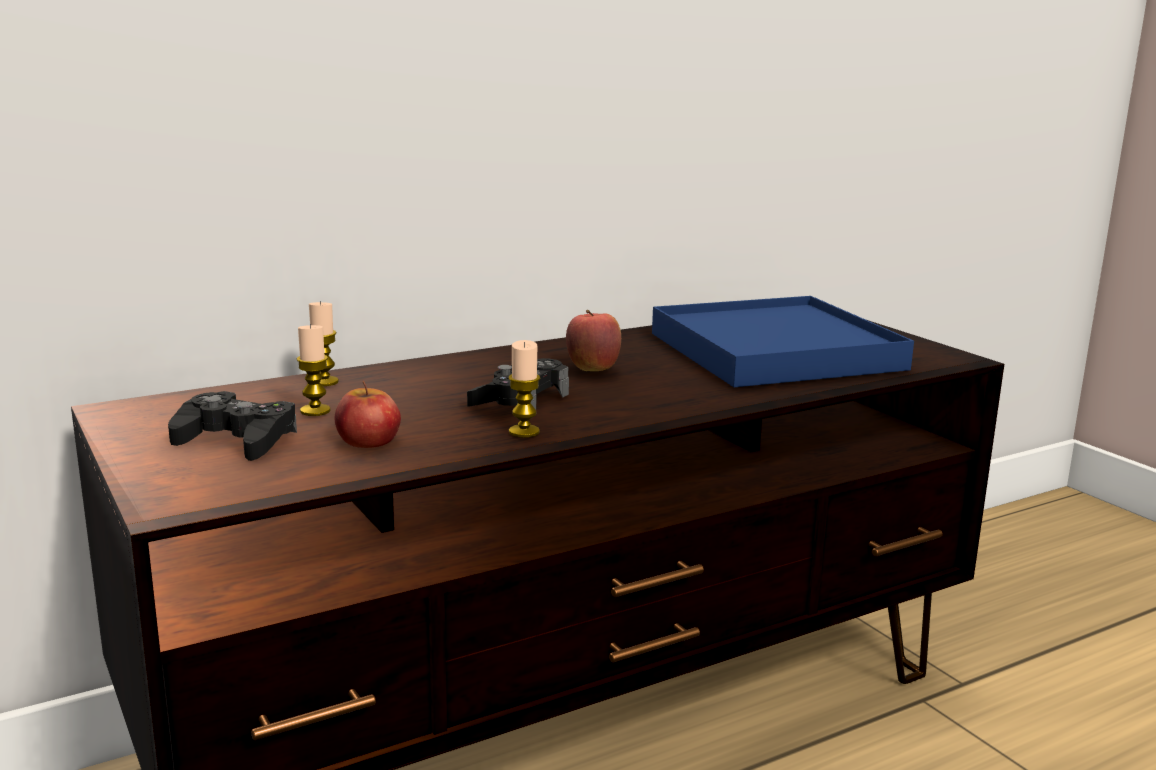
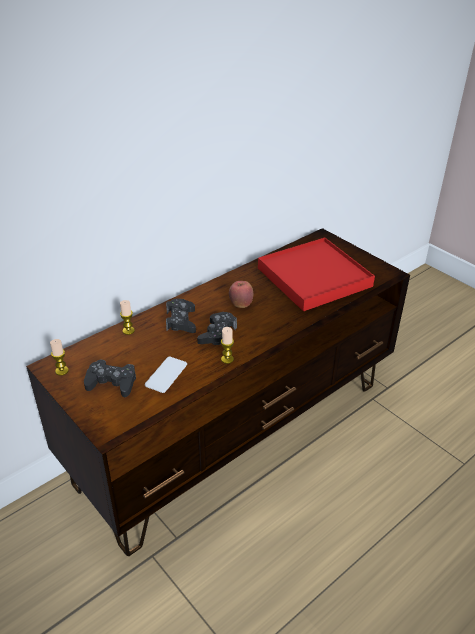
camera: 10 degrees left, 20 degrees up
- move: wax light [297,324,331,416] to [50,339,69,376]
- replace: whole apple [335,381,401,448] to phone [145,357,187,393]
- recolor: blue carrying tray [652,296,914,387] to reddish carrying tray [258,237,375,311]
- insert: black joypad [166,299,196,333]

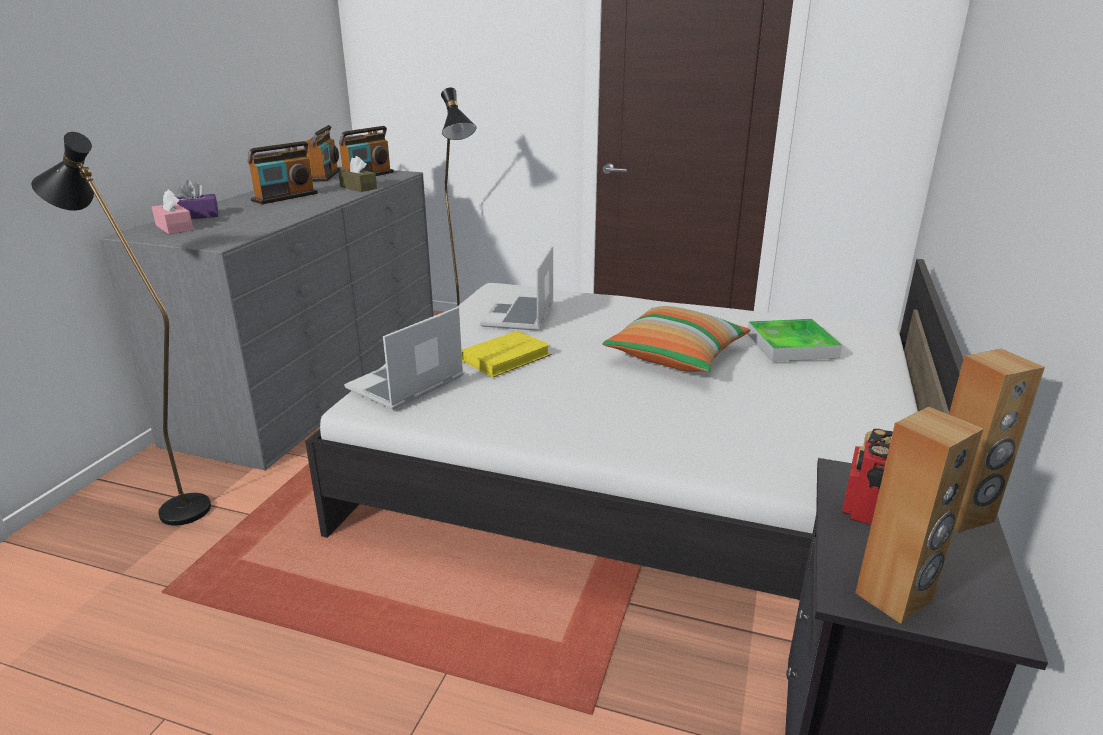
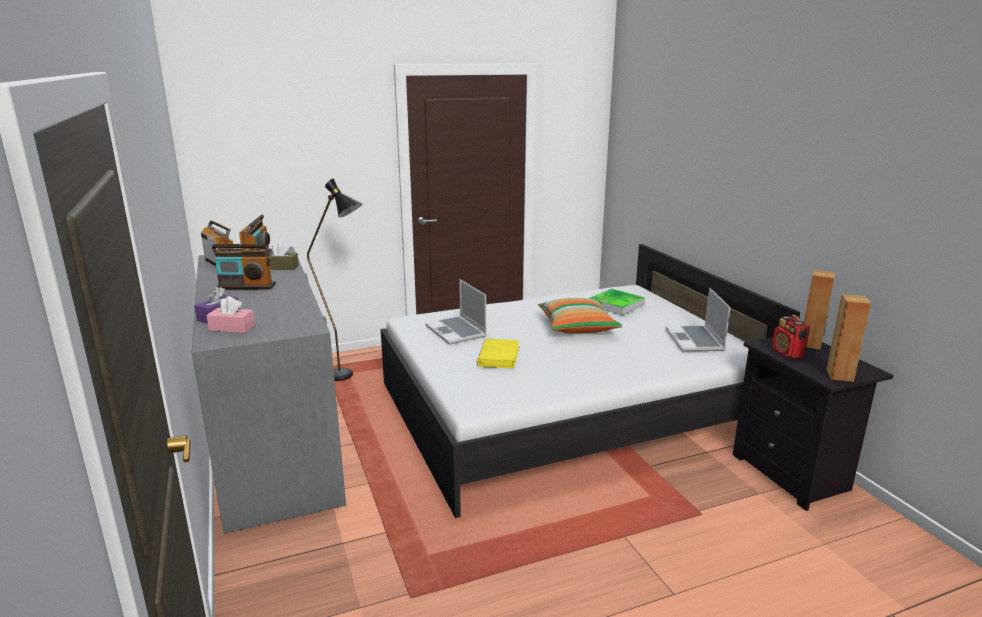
camera: 40 degrees left, 5 degrees down
- delete: black standard lamp [31,132,211,526]
- rotate: radio receiver [248,141,318,204] = [212,244,276,289] 90 degrees clockwise
- move: portable computer [344,307,464,410] to [665,288,731,351]

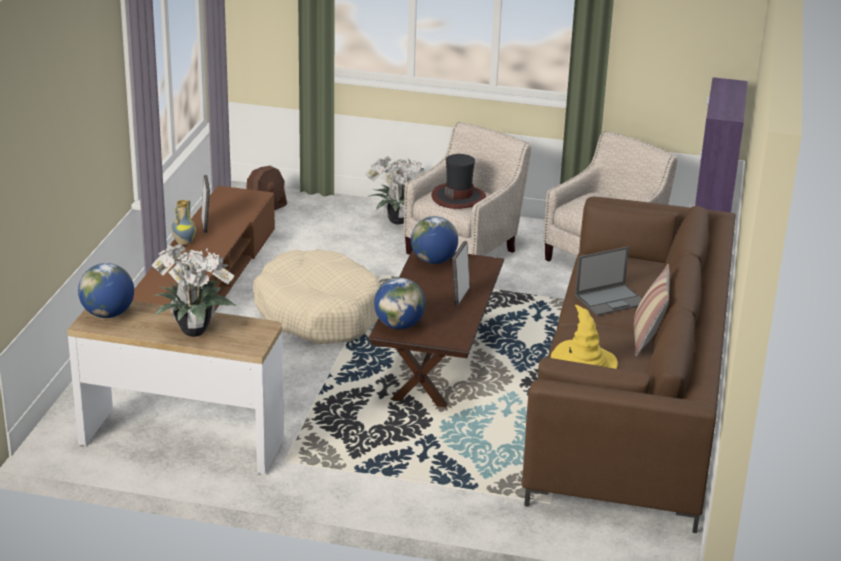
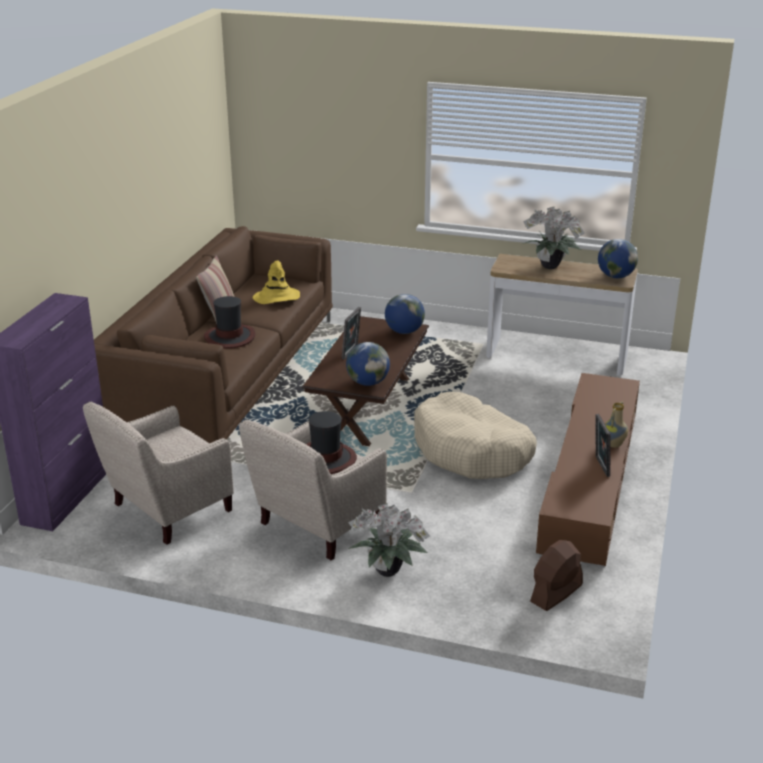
camera: 175 degrees left, 0 degrees up
- replace: portable computer [575,246,642,316] to hat [204,296,255,349]

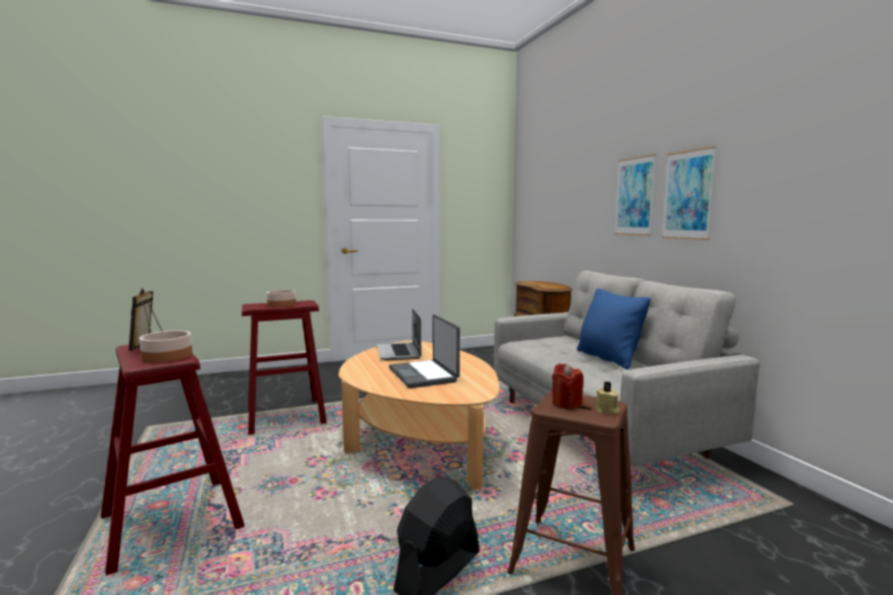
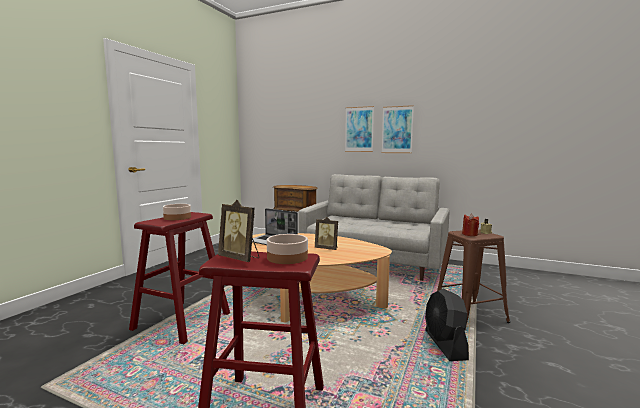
camera: 45 degrees left, 0 degrees up
- replace: portable computer [389,315,460,388] to standing frame [315,217,338,250]
- delete: blue throw pillow [577,289,651,369]

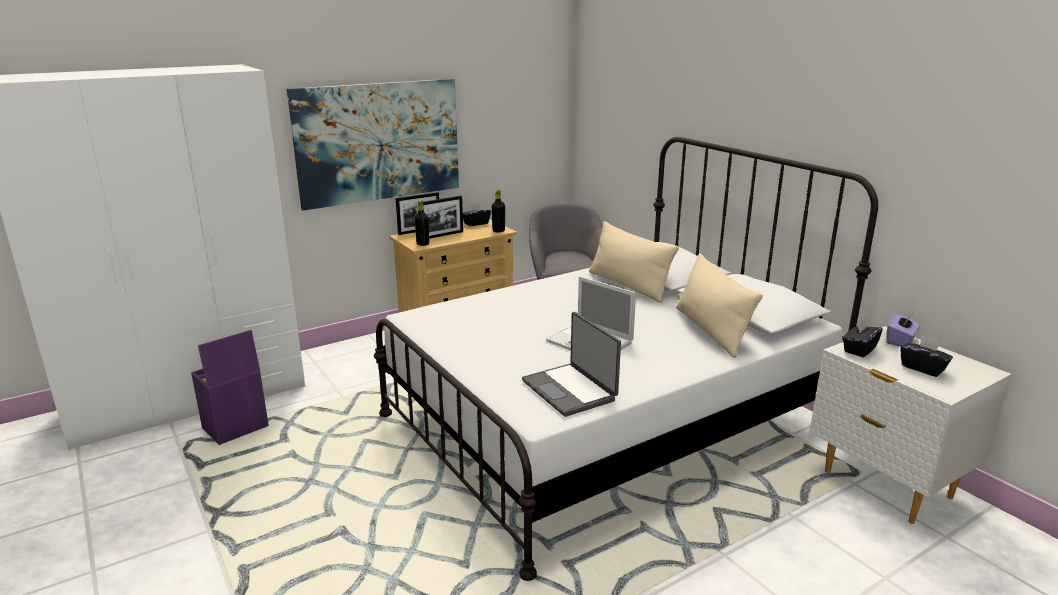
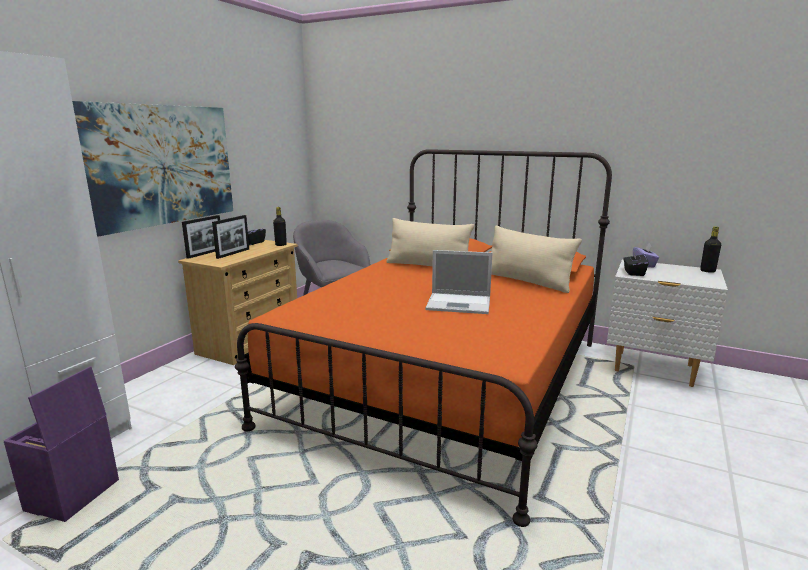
camera: 30 degrees left, 5 degrees down
- recolor: white-coloured sleeping bed [374,137,878,581] to orange-coloured sleeping bed [235,149,612,527]
- move: black drink bottle [415,200,429,246] to [700,226,721,273]
- delete: portable computer [522,312,621,417]
- delete: black box of tissues [900,335,953,377]

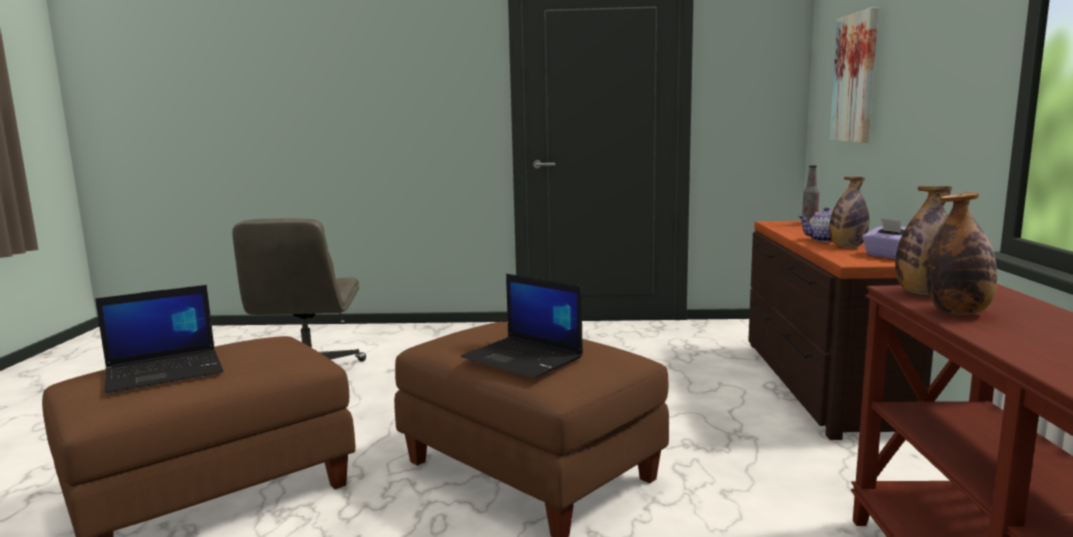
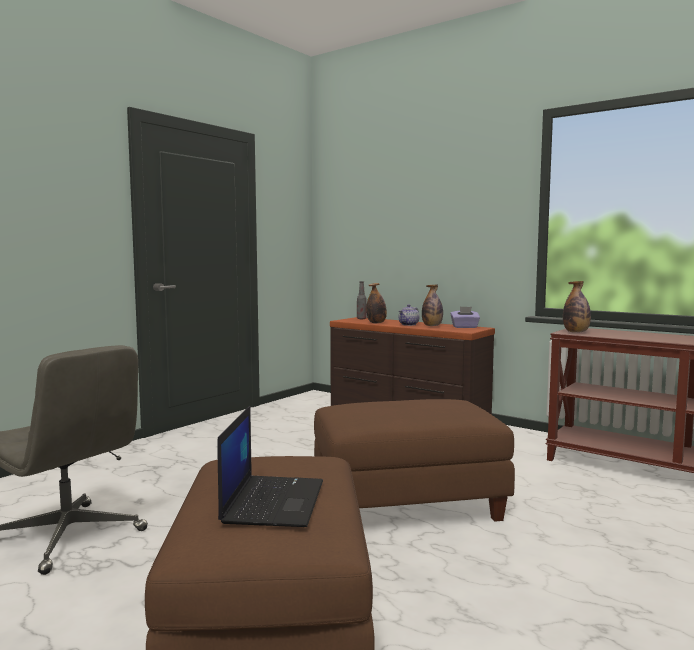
camera: 55 degrees left, 5 degrees down
- delete: portable computer [461,274,583,378]
- delete: wall picture [830,7,879,143]
- move: drink bottle [926,192,997,315] to [366,283,387,323]

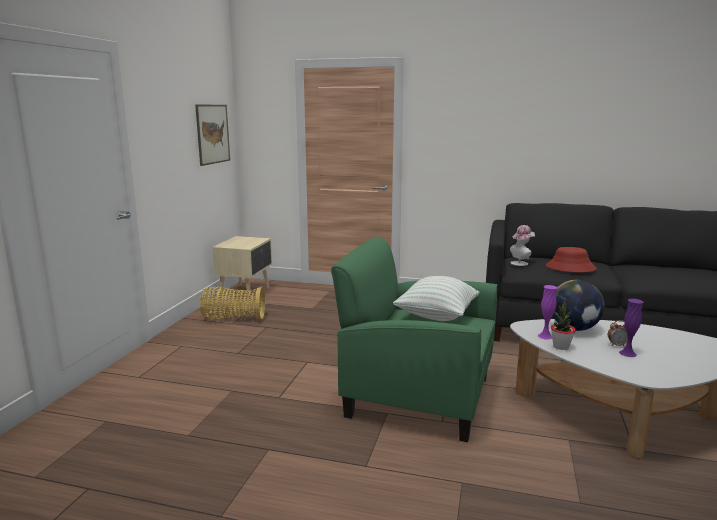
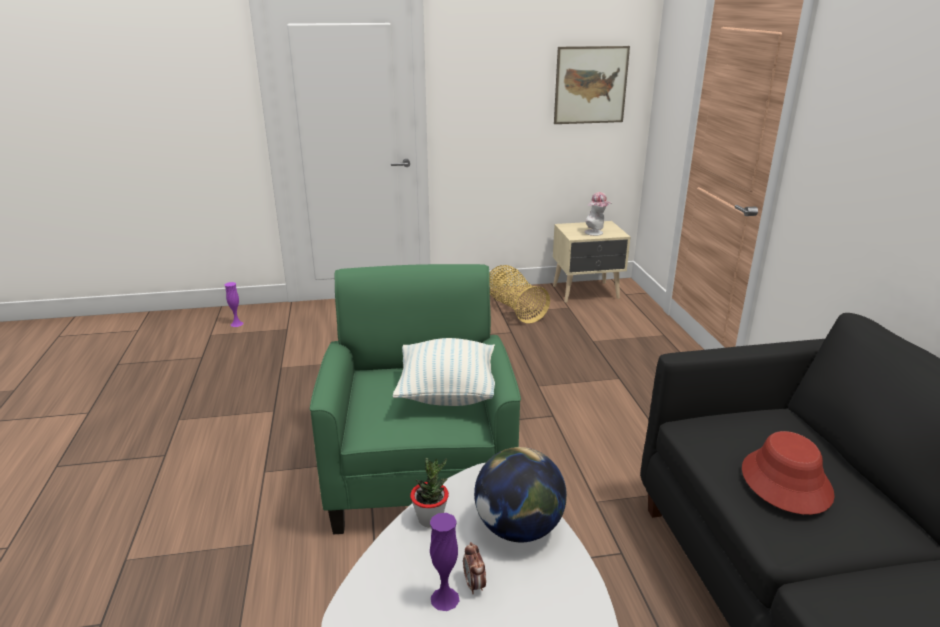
camera: 65 degrees right, 10 degrees up
- move: hat [510,225,535,266] to [584,192,612,236]
- move: purple-coloured flower vase [538,285,557,340] to [225,282,243,327]

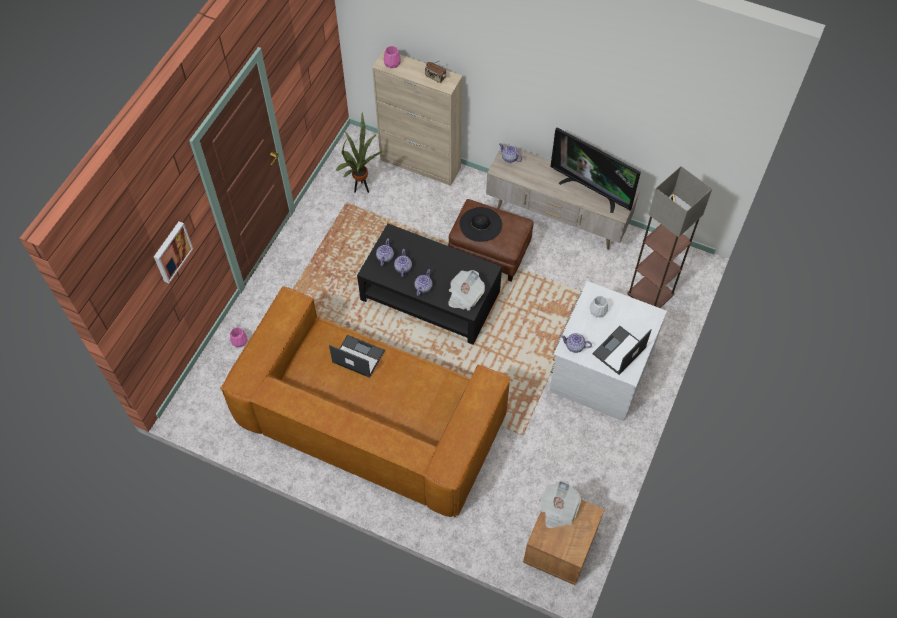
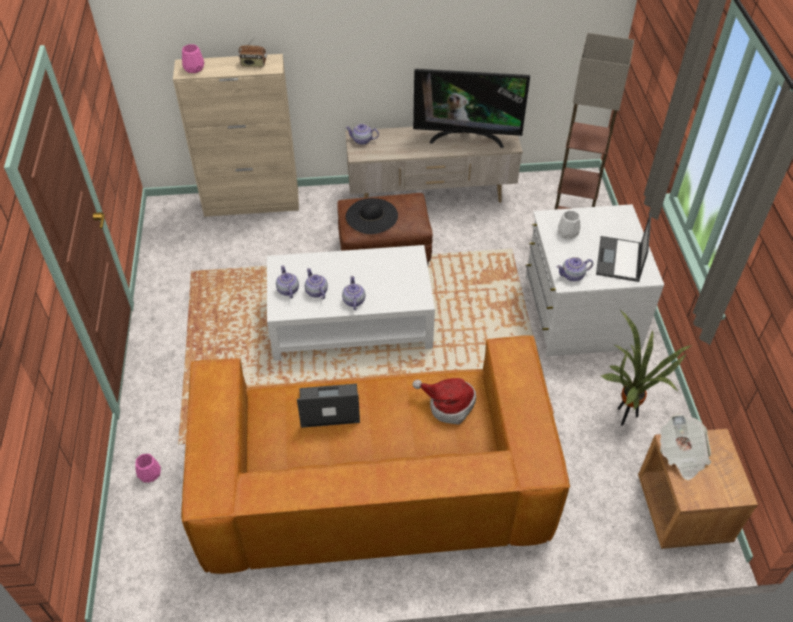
camera: 30 degrees left, 10 degrees down
- delete: wall picture [154,221,193,283]
- move: potted plant [335,113,387,193] to [601,310,692,426]
- recolor: black coffee table [357,223,502,345] to white-coloured coffee table [267,245,435,361]
- delete: newspaper [448,270,485,311]
- insert: hat [413,378,476,425]

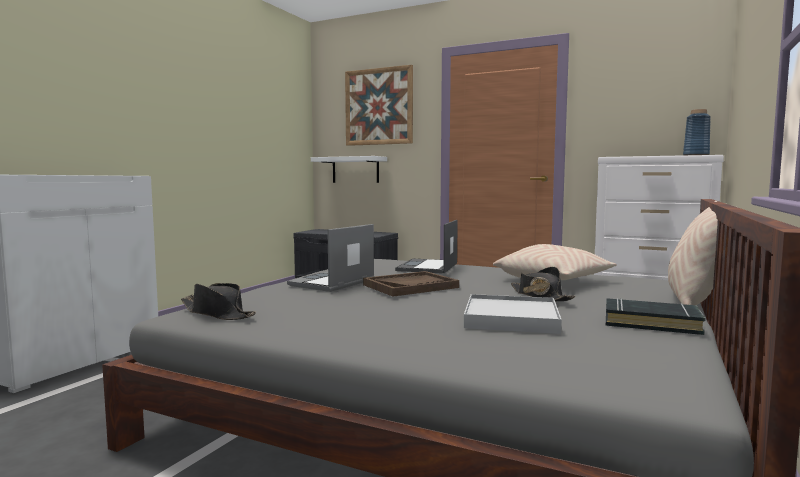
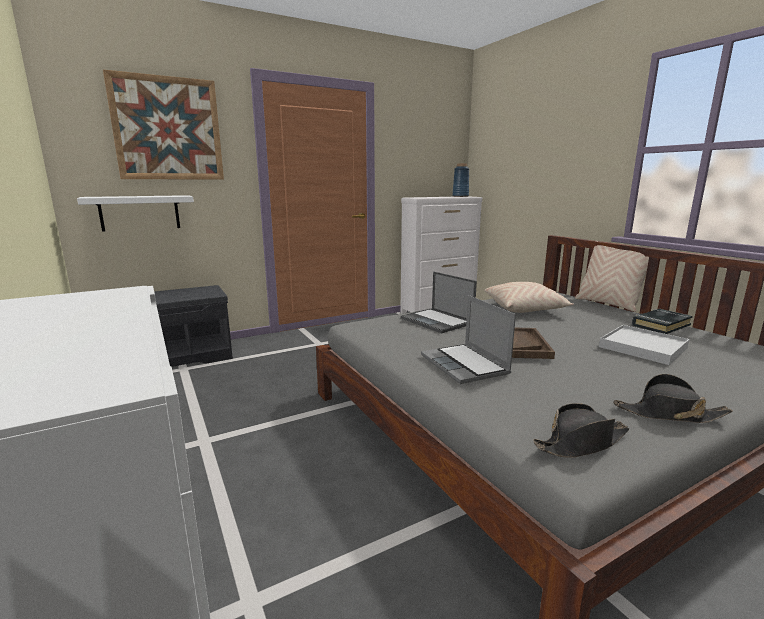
camera: 55 degrees left, 10 degrees up
- move: black hat [511,267,576,302] to [613,374,732,423]

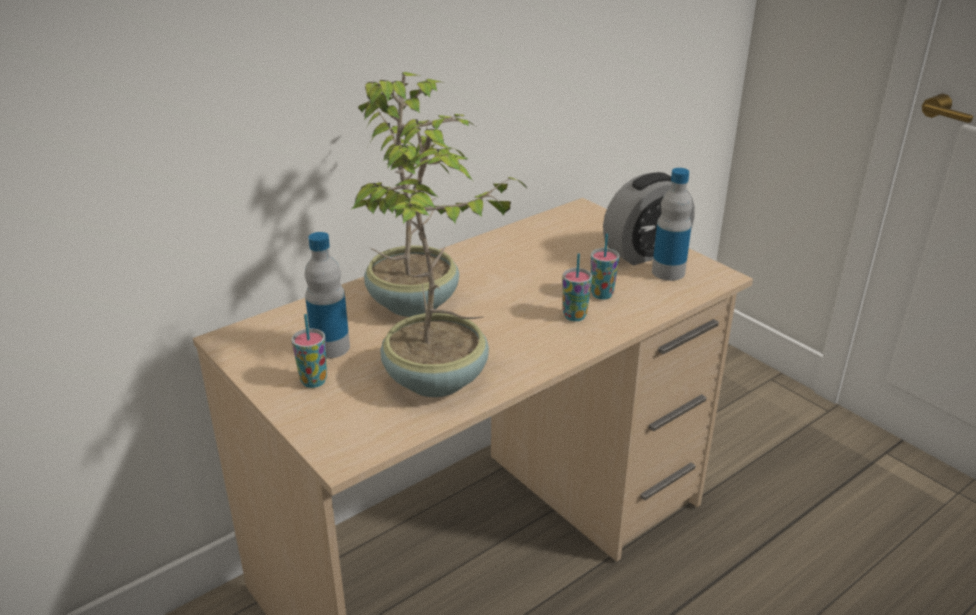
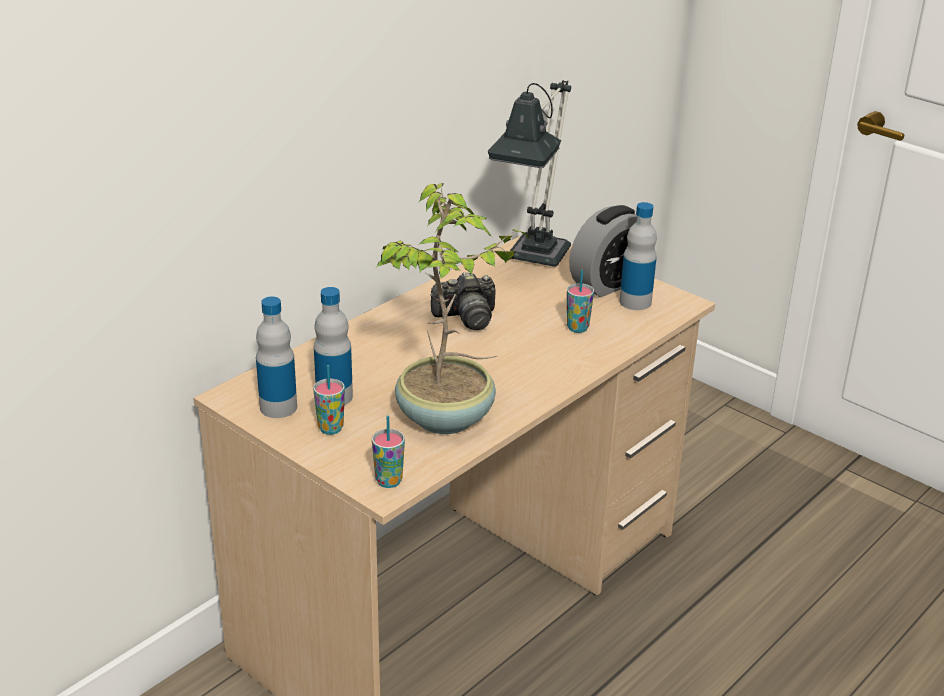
camera: 10 degrees left, 0 degrees up
- delete: potted plant [358,72,475,317]
- move: drinking cup [562,253,592,321] to [372,415,405,488]
- insert: drink bottle [256,297,297,418]
- insert: photo camera [430,272,496,330]
- insert: table lamp [488,80,571,267]

